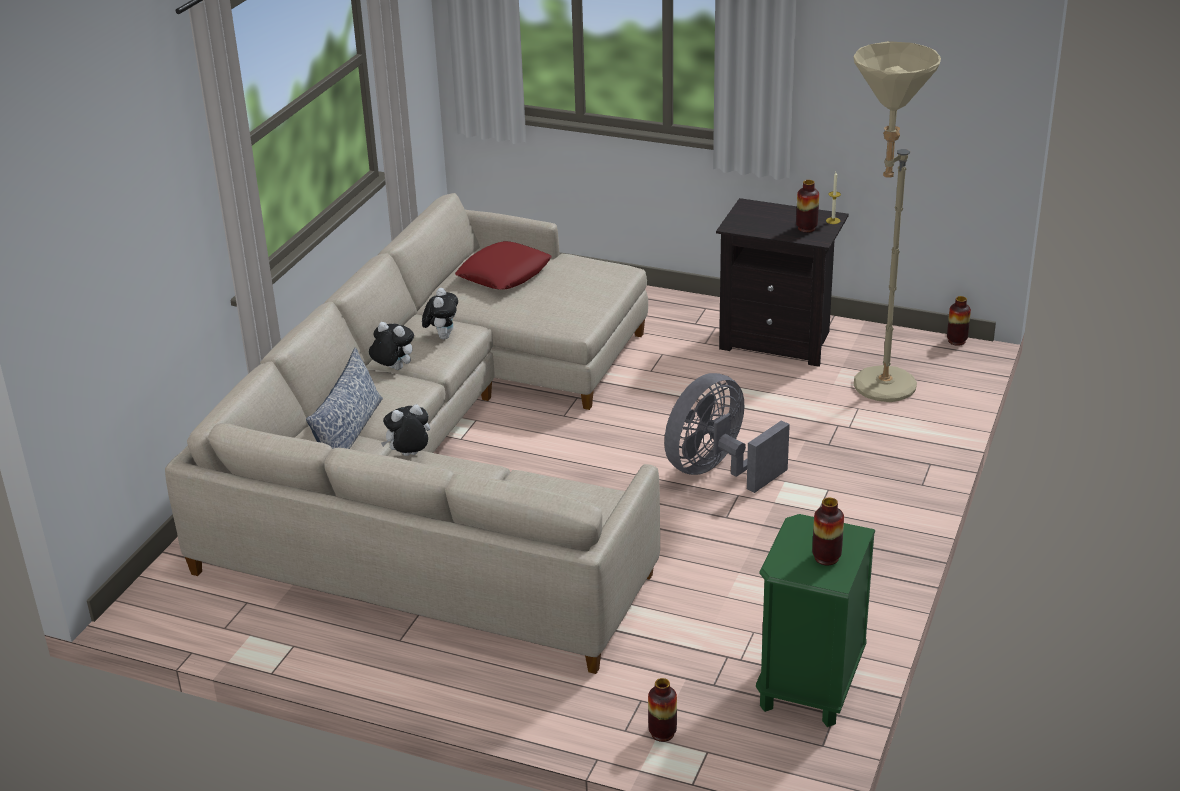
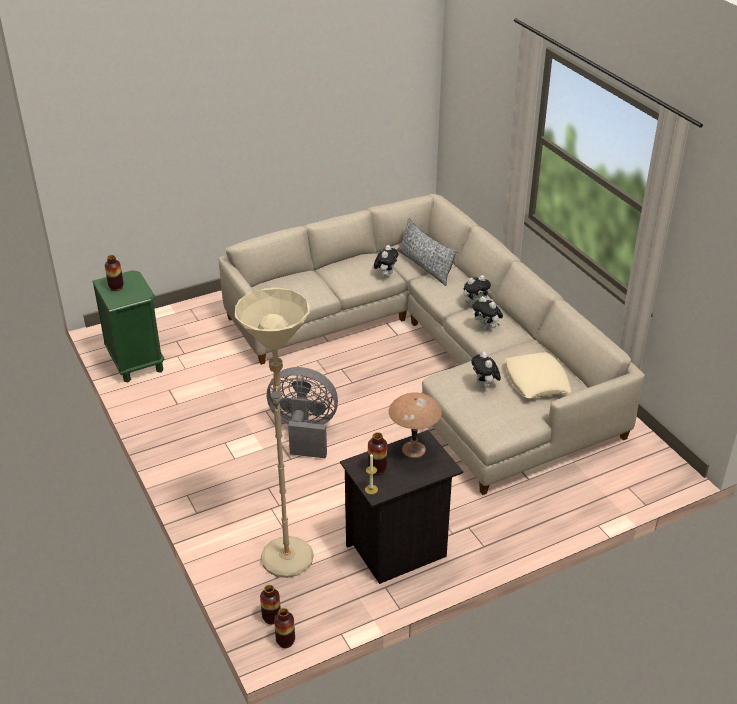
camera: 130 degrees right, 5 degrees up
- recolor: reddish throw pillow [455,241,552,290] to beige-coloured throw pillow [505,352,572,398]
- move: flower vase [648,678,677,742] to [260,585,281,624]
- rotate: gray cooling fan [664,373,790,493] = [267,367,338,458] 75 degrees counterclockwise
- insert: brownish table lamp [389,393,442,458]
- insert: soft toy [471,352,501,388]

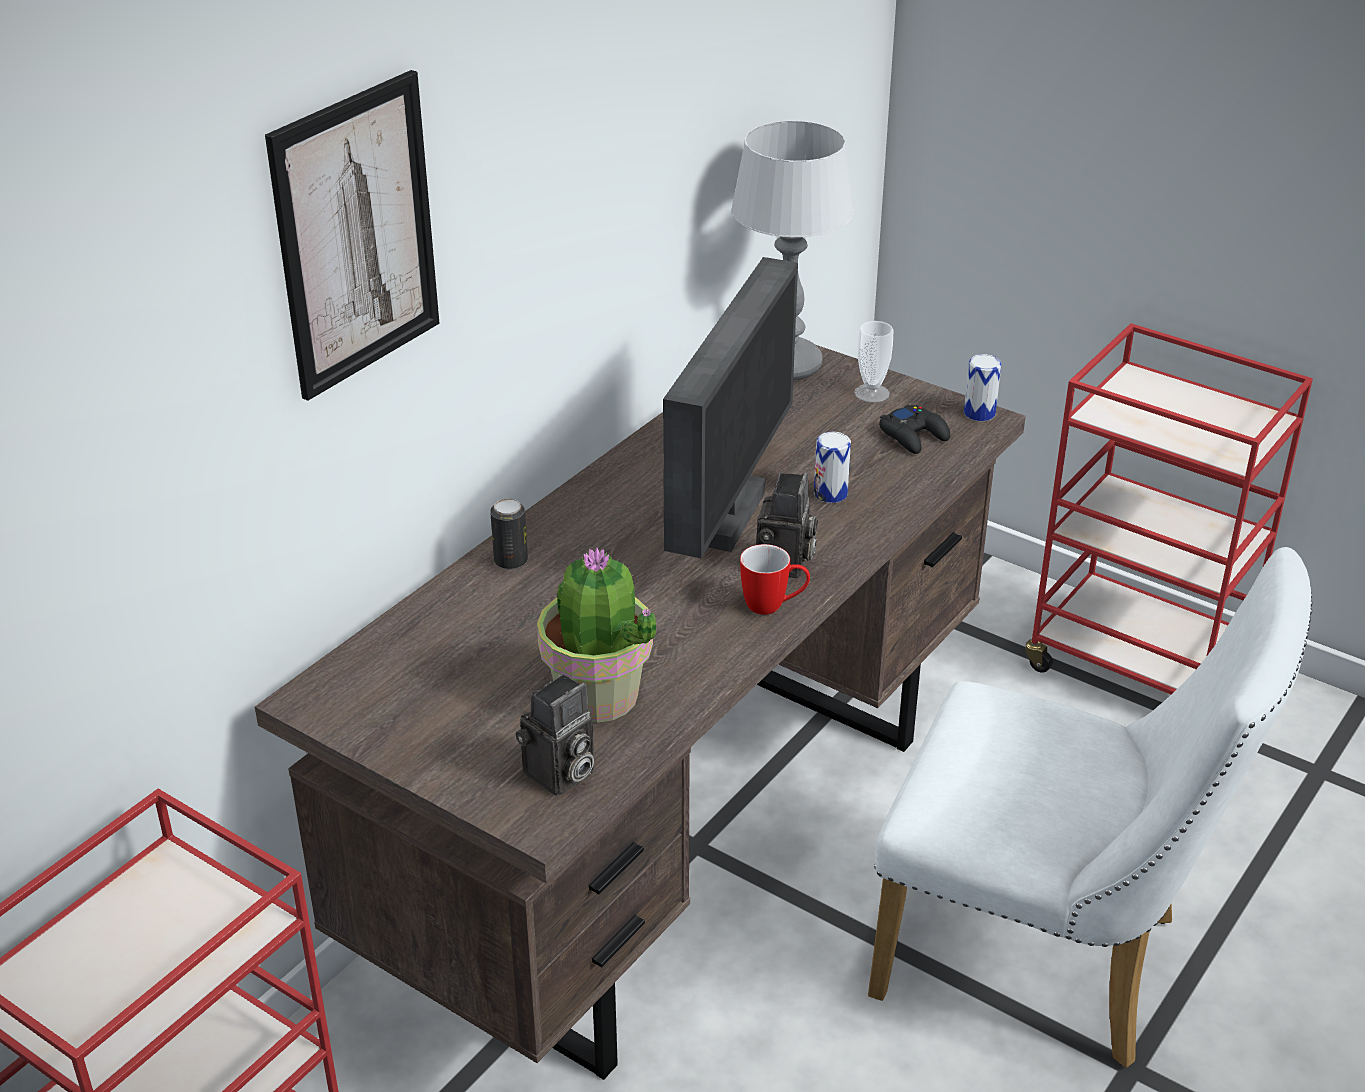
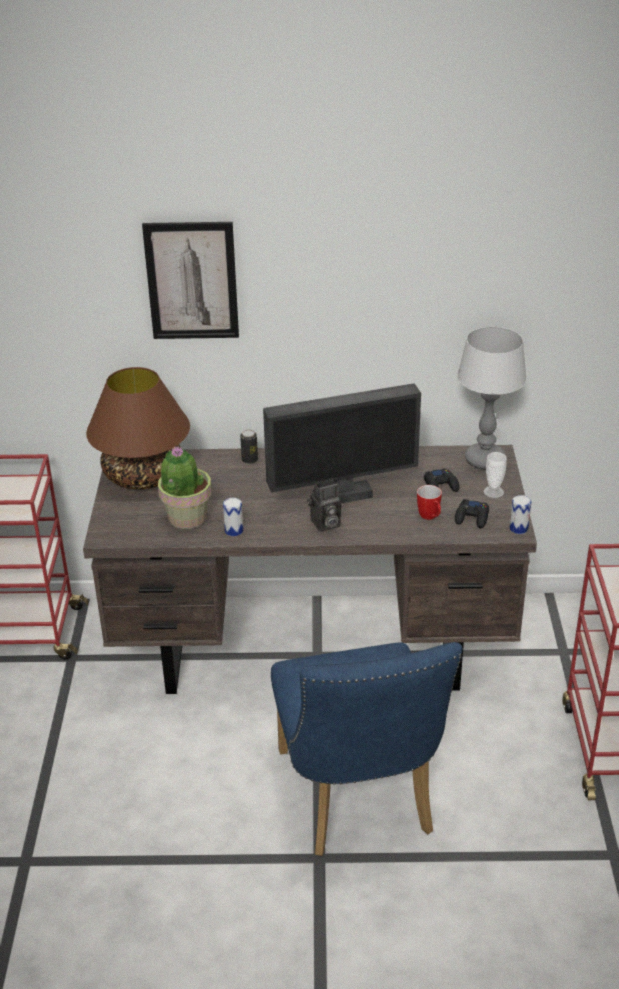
camera: 55 degrees right, 0 degrees up
- delete: photo camera [515,674,594,796]
- move: tea mug [740,544,810,615] to [417,485,442,520]
- move: sealed can [814,432,851,503] to [223,498,243,536]
- recolor: white-coloured plain chair [868,547,1312,1068] to blue plain chair [271,642,463,856]
- insert: brownish table lamp [86,367,190,489]
- insert: black joypad [424,468,459,492]

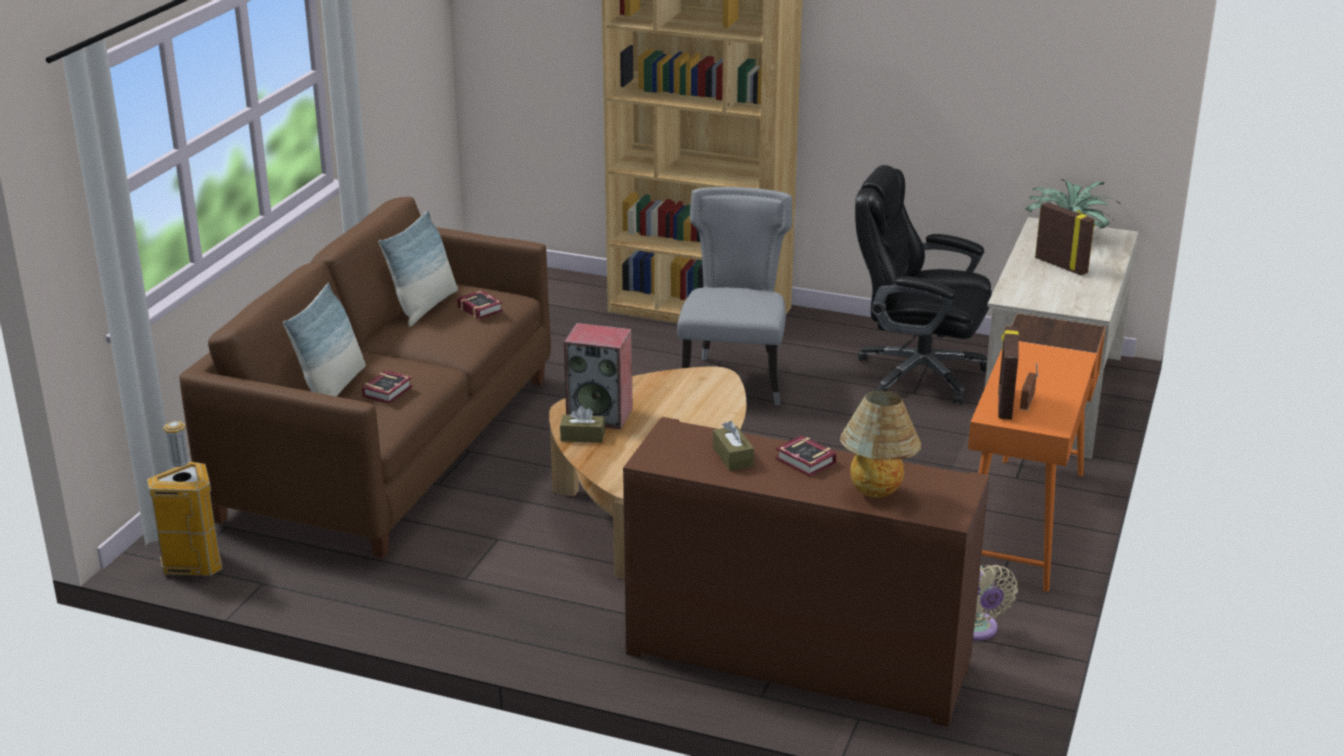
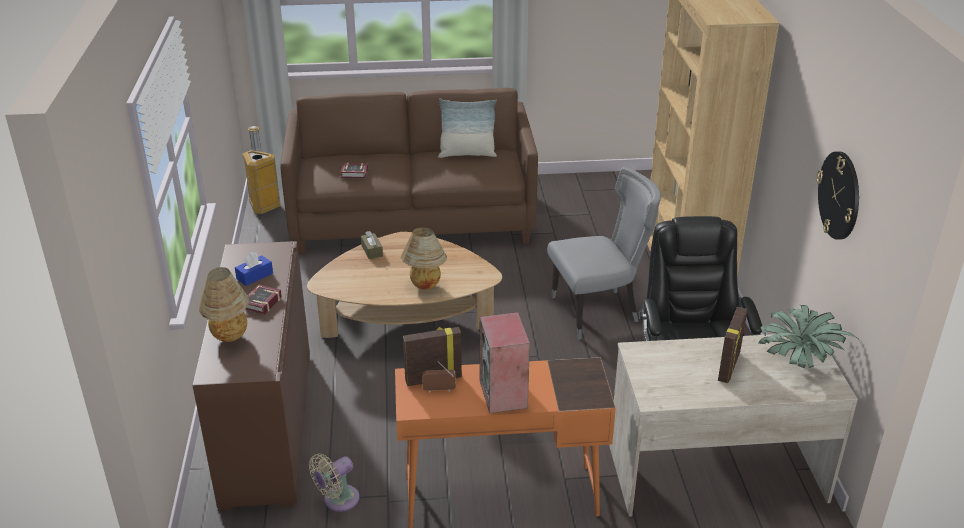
camera: 65 degrees right, 5 degrees up
- delete: throw pillow [283,282,366,397]
- delete: bound book [457,290,503,319]
- move: speaker [564,323,632,429] to [479,312,530,413]
- recolor: brownish box of tissues [713,421,754,471] to blue box of tissues [235,252,273,286]
- insert: table lamp [400,228,447,290]
- insert: wall clock [816,151,859,240]

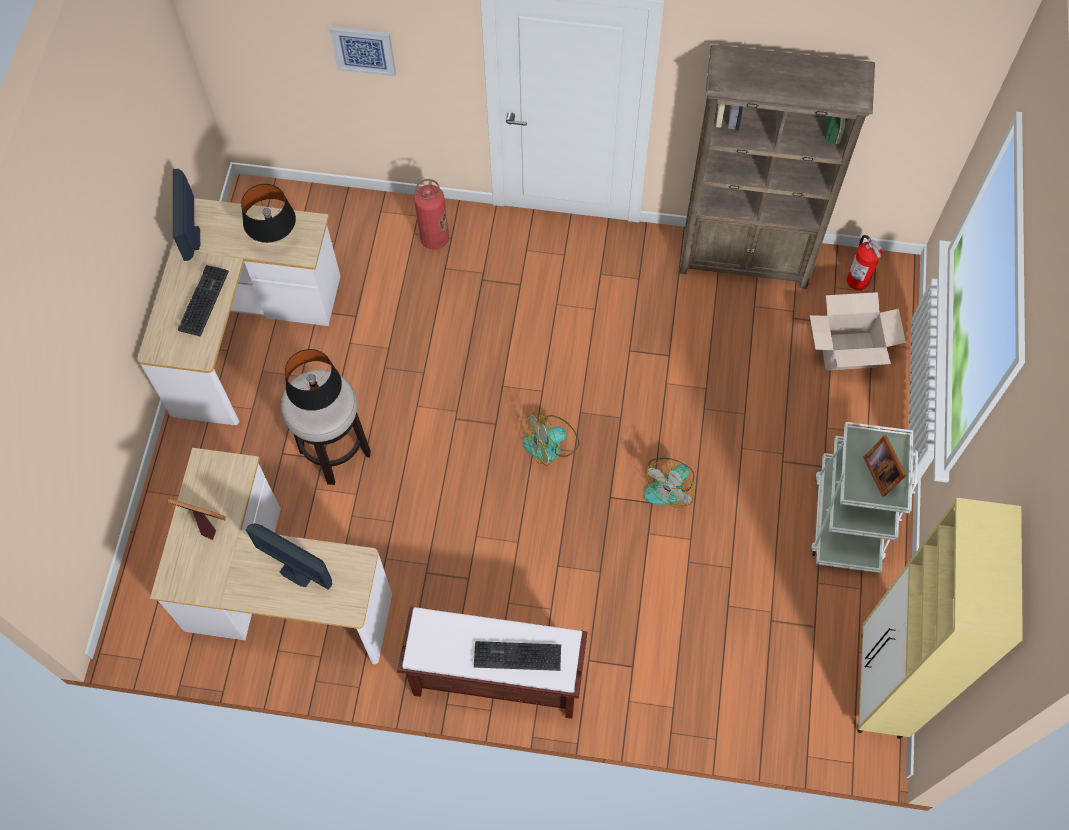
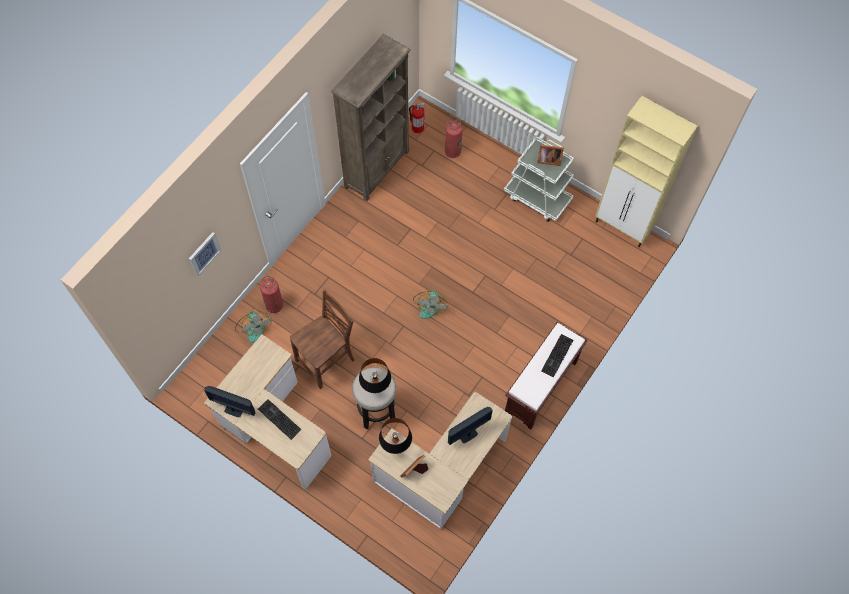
camera: 65 degrees left, 0 degrees up
- move: black table lamp [241,184,296,243] to [379,418,412,454]
- move: cooling fan [643,458,695,508] to [235,311,272,343]
- replace: cardboard box [810,292,906,371] to fire-fighting cylinder [445,118,463,158]
- insert: brownish plain chair [290,289,355,389]

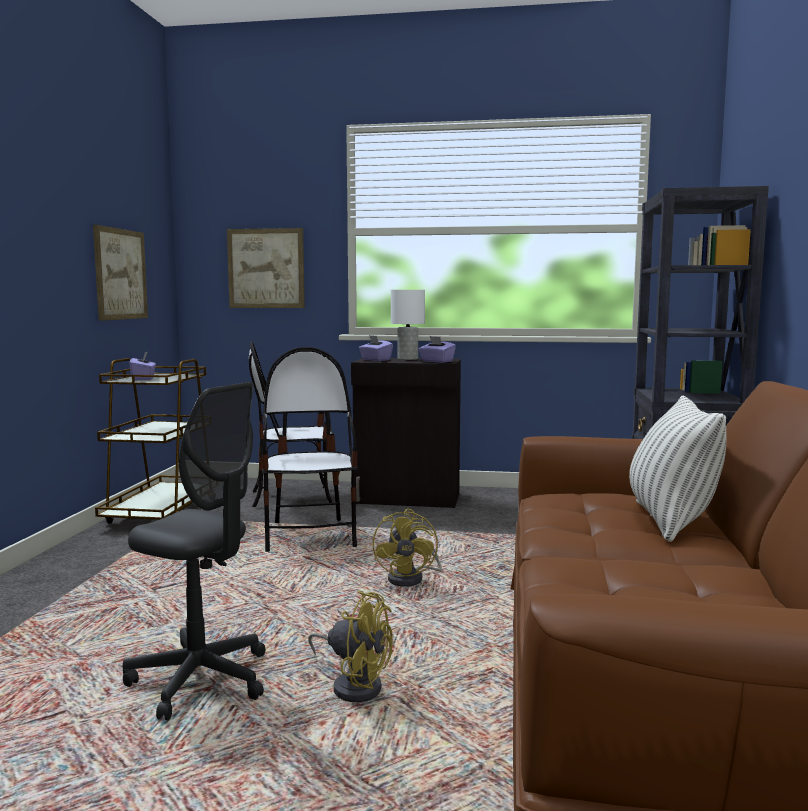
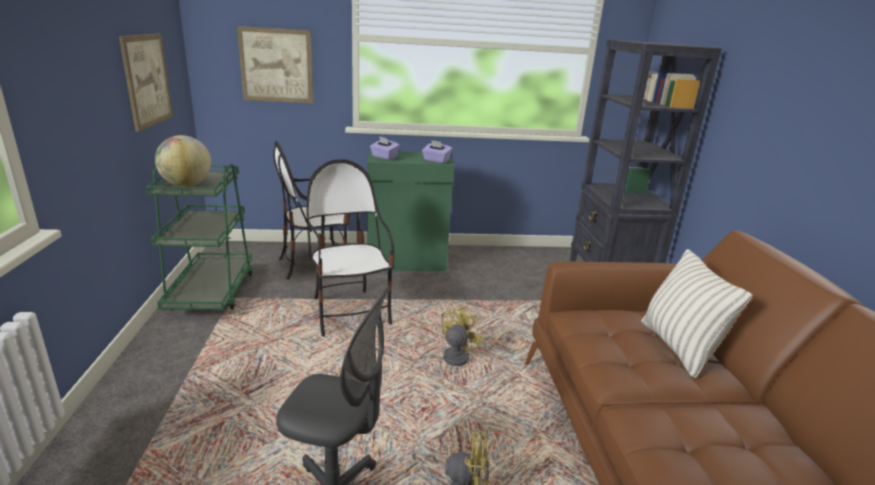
camera: 15 degrees left, 15 degrees up
- recolor: brownish cart [95,358,206,524] to green cart [146,164,253,310]
- replace: purple-coloured box of tissues [129,352,156,380] to world globe [155,135,211,187]
- recolor: black storage cabinet [351,358,461,508] to green storage cabinet [367,150,454,271]
- rotate: yellow cooling fan [372,509,442,587] = [411,306,484,369] 135 degrees counterclockwise
- delete: white-coloured table lamp [391,290,425,360]

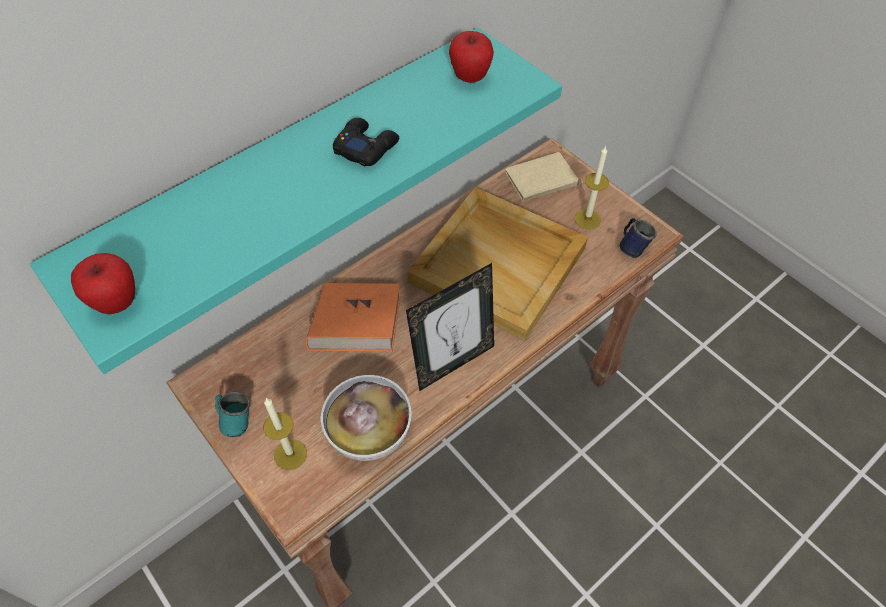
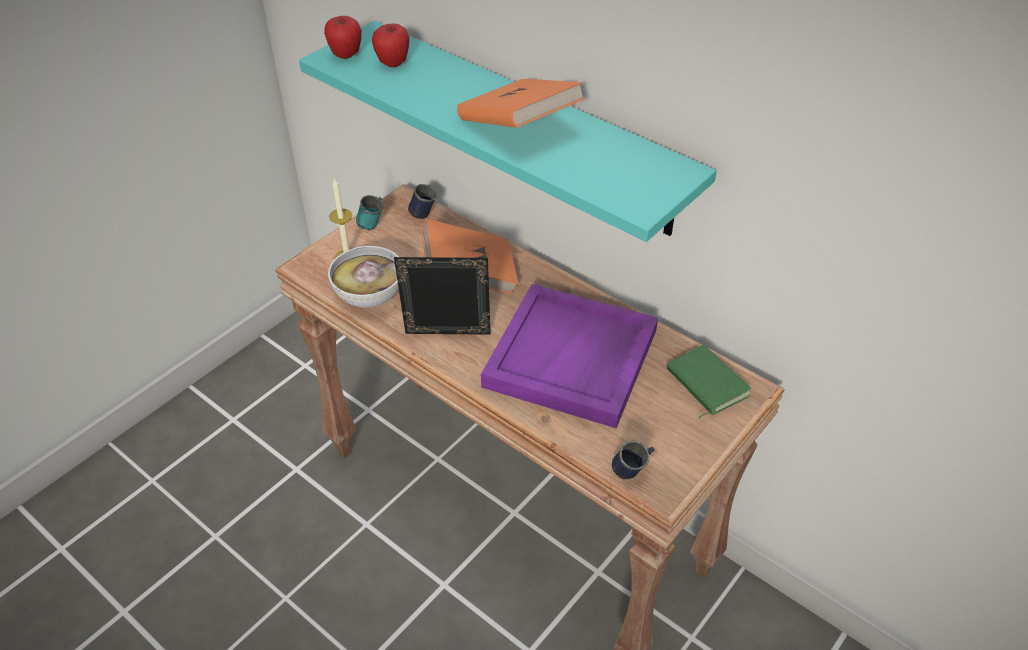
camera: 80 degrees right, 10 degrees down
- replace: black joypad [333,118,399,166] to orange-coloured bound book [457,79,585,128]
- rotate: standing frame [406,263,494,391] = [394,257,491,335] 135 degrees clockwise
- recolor: beige-coloured carrying tray [407,187,588,341] to purple-coloured carrying tray [481,284,658,428]
- move: whole apple [449,31,494,83] to [372,24,410,67]
- recolor: beige-coloured bound book [506,152,585,201] to green bound book [667,345,751,418]
- delete: wax light [575,146,609,229]
- insert: blue tea mug [408,184,437,219]

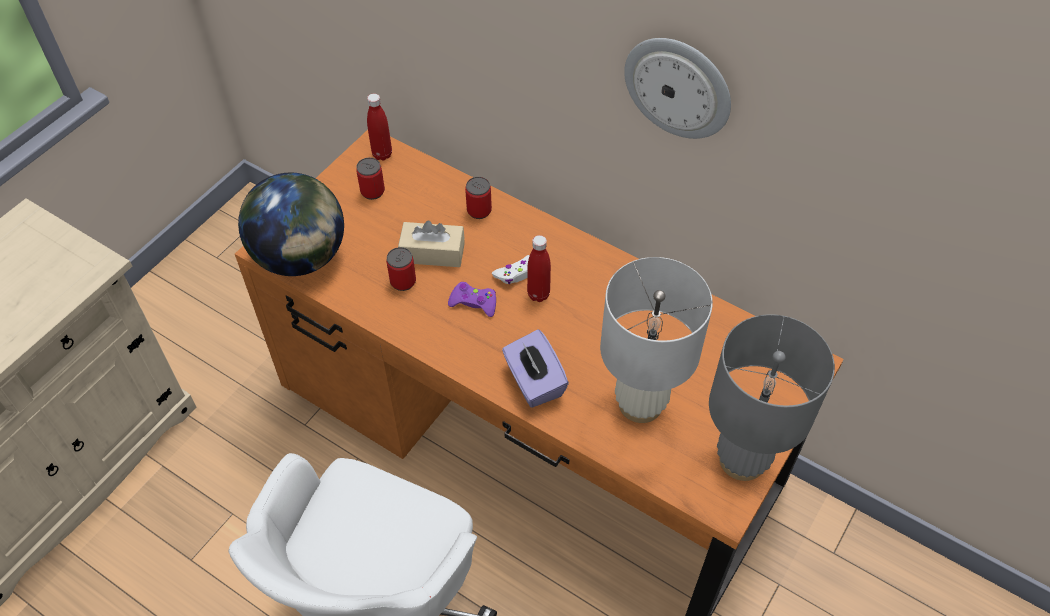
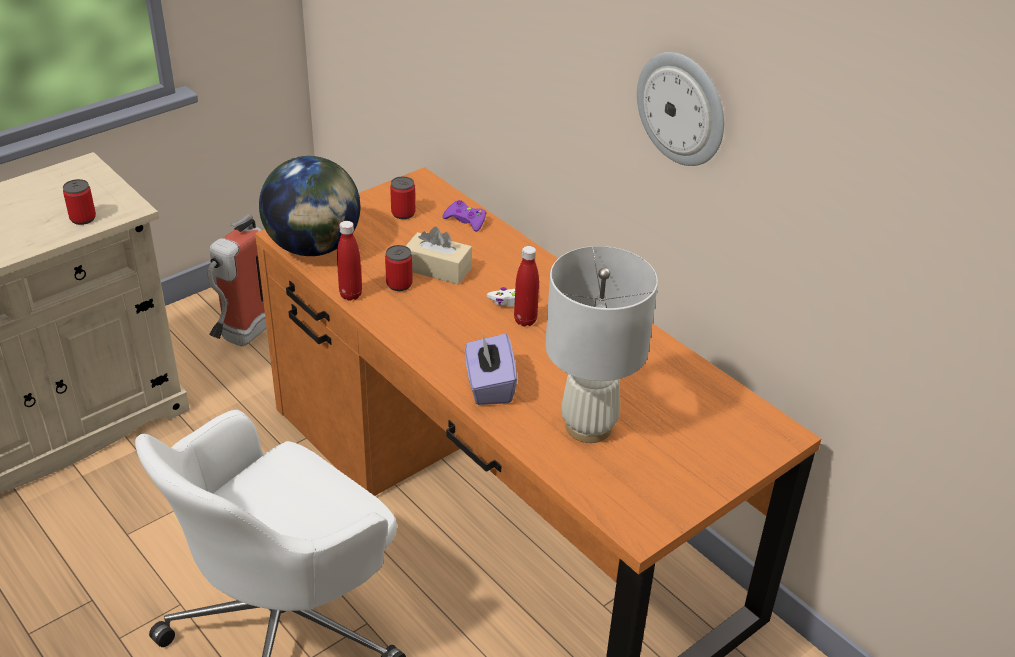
camera: 15 degrees right, 15 degrees down
- move: reddish drink bottle [367,93,392,161] to [337,221,362,301]
- move: purple-coloured joypad [448,282,496,317] to [442,200,486,232]
- move: sealed can [465,177,492,219] to [63,179,96,225]
- delete: gray table lamp [709,314,835,481]
- insert: fire-fighting cylinder [208,214,267,346]

